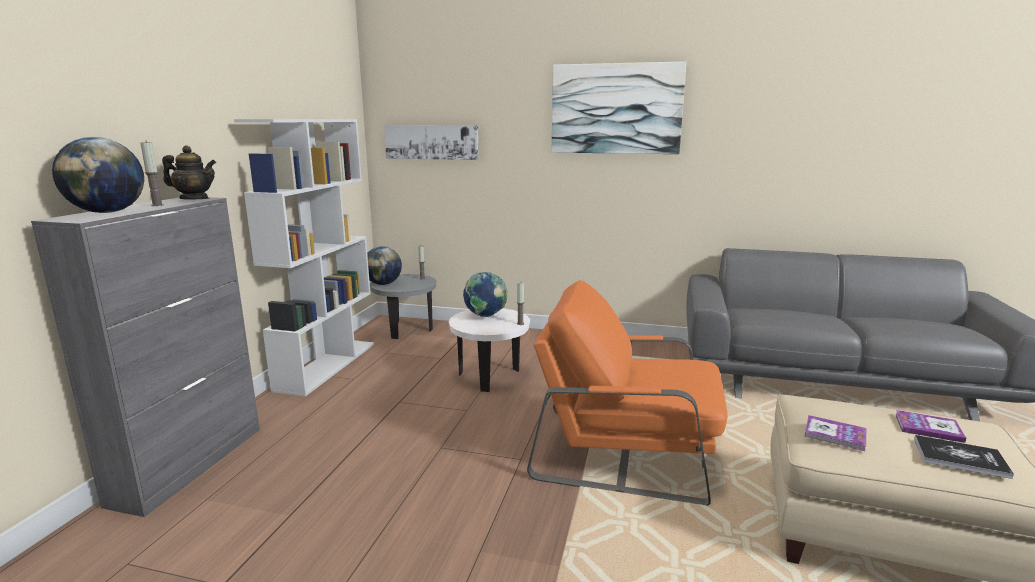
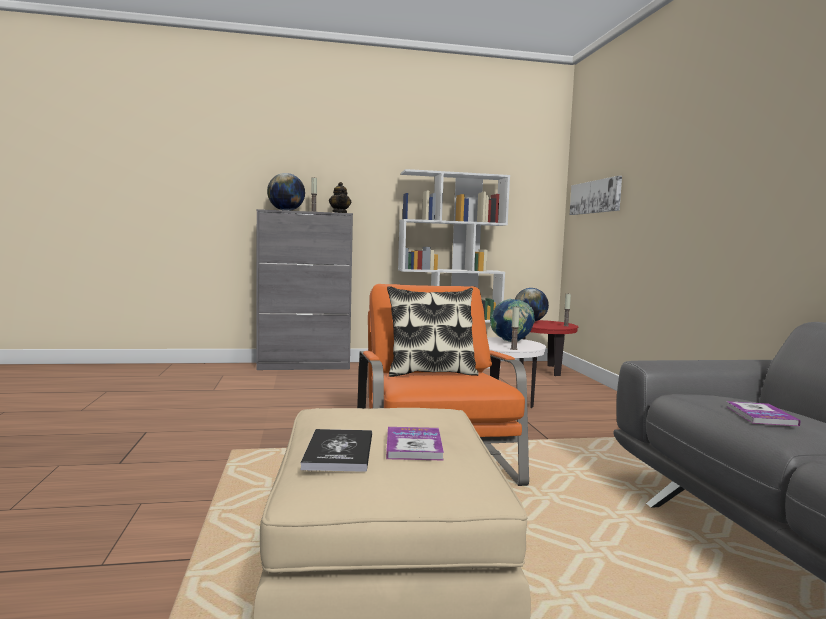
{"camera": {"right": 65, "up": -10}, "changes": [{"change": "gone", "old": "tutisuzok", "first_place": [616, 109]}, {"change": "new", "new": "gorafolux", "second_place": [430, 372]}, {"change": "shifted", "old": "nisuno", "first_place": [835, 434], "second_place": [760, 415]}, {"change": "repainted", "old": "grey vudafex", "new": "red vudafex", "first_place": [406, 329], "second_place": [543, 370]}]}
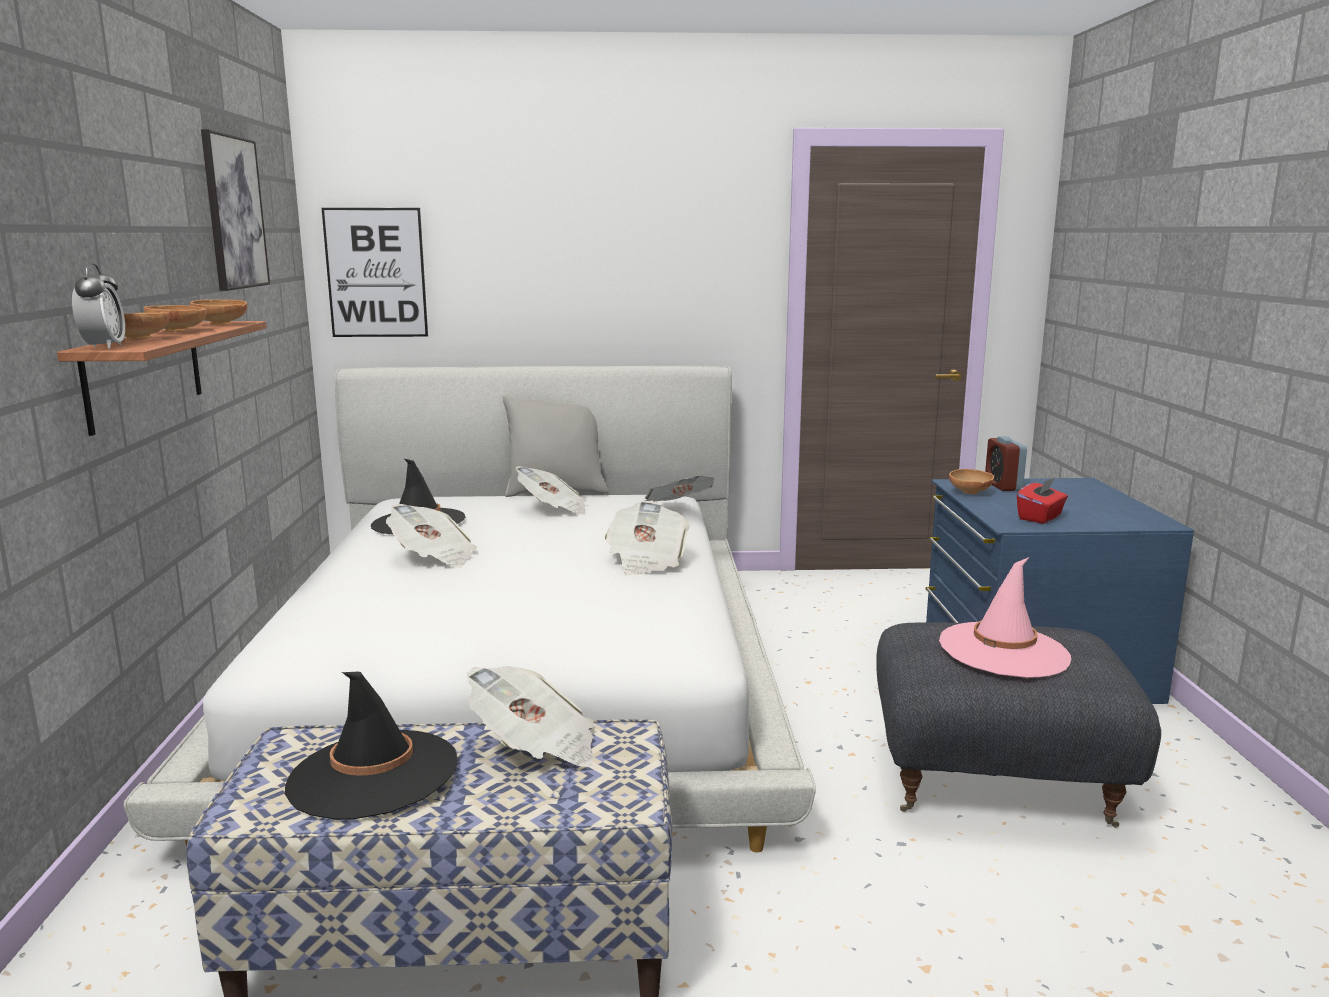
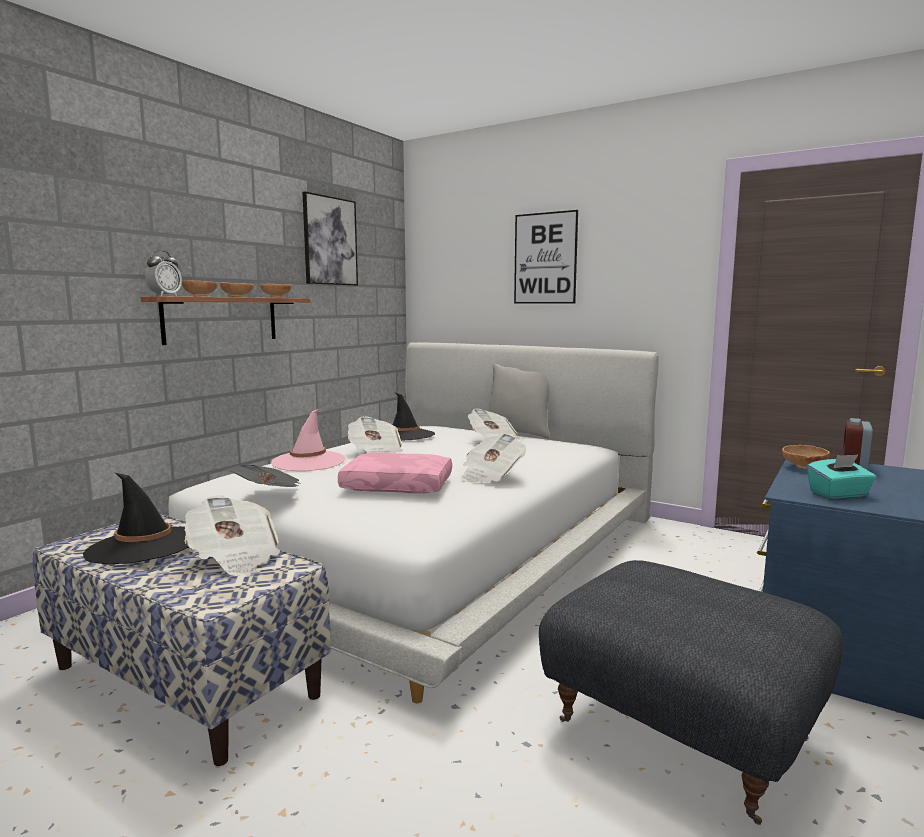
{"camera": {"right": 35, "up": -5}, "changes": [{"change": "new", "new": "pink gorafolux", "second_place": [398, 485]}, {"change": "shifted", "old": "tutisuzok", "first_place": [376, 273], "second_place": [545, 258]}, {"change": "shifted", "old": "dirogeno", "first_place": [678, 508], "second_place": [268, 496]}, {"change": "shifted", "old": "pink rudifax", "first_place": [1004, 651], "second_place": [308, 462]}, {"change": "repainted", "old": "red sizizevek", "new": "turquoise sizizevek", "first_place": [1040, 517], "second_place": [839, 494]}]}
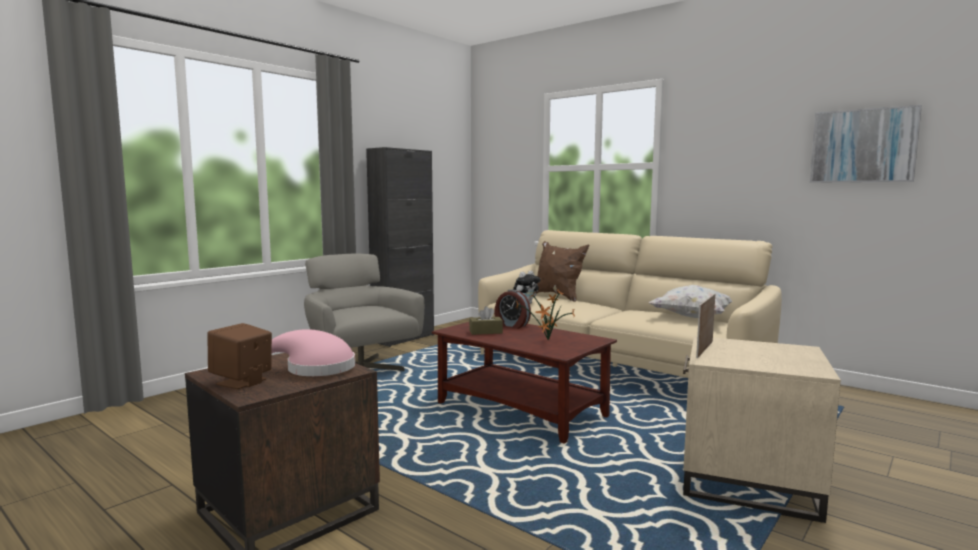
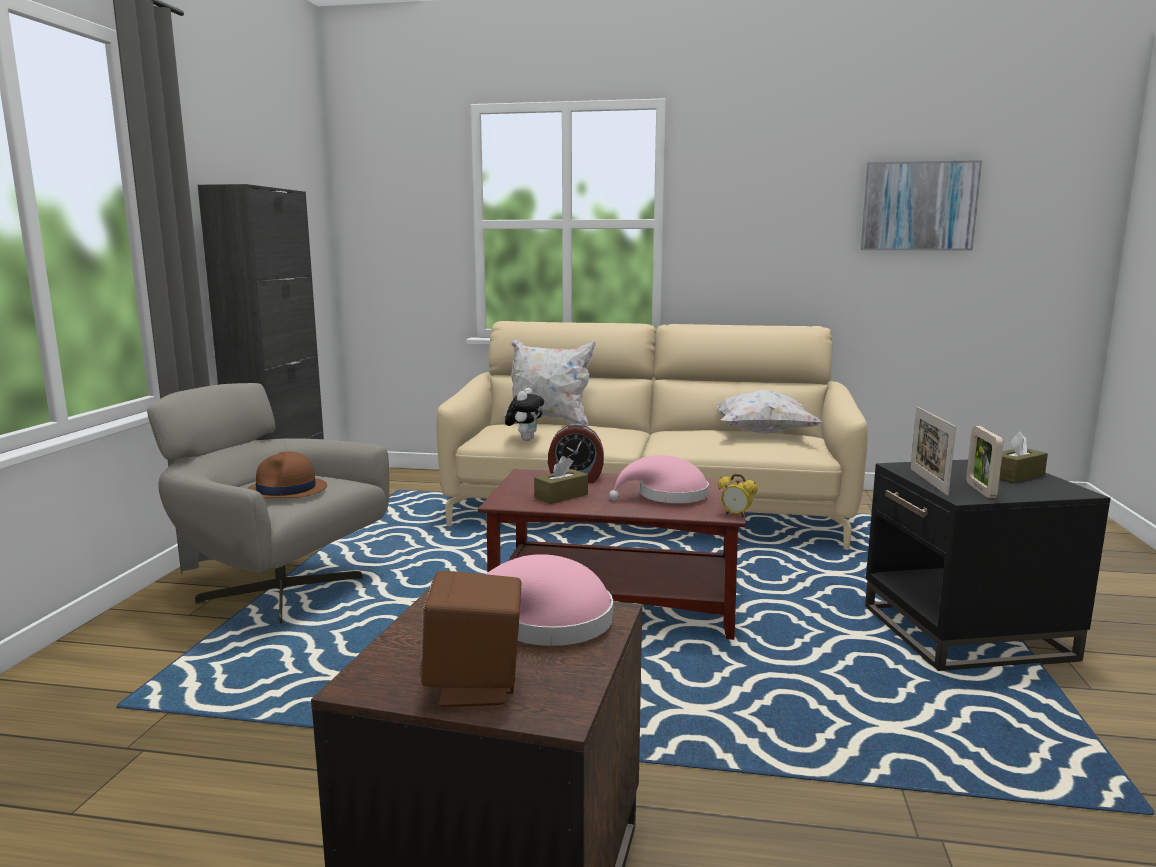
{"camera": {"right": -30, "up": 5}, "changes": [{"change": "new", "new": "brown rudifax", "second_place": [286, 490]}, {"change": "new", "new": "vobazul", "second_place": [736, 515]}, {"change": "new", "new": "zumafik", "second_place": [980, 490]}, {"change": "new", "new": "brown sizizevek", "second_place": [1016, 475]}, {"change": "swapped", "old": "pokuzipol", "new": "pink rudifax", "first_place": [547, 340], "second_place": [667, 496]}, {"change": "repainted", "old": "brown gorafolux", "new": "white gorafolux", "first_place": [558, 296], "second_place": [549, 421]}, {"change": "repainted", "old": "beige vudafex", "new": "black vudafex", "first_place": [748, 482], "second_place": [967, 633]}]}
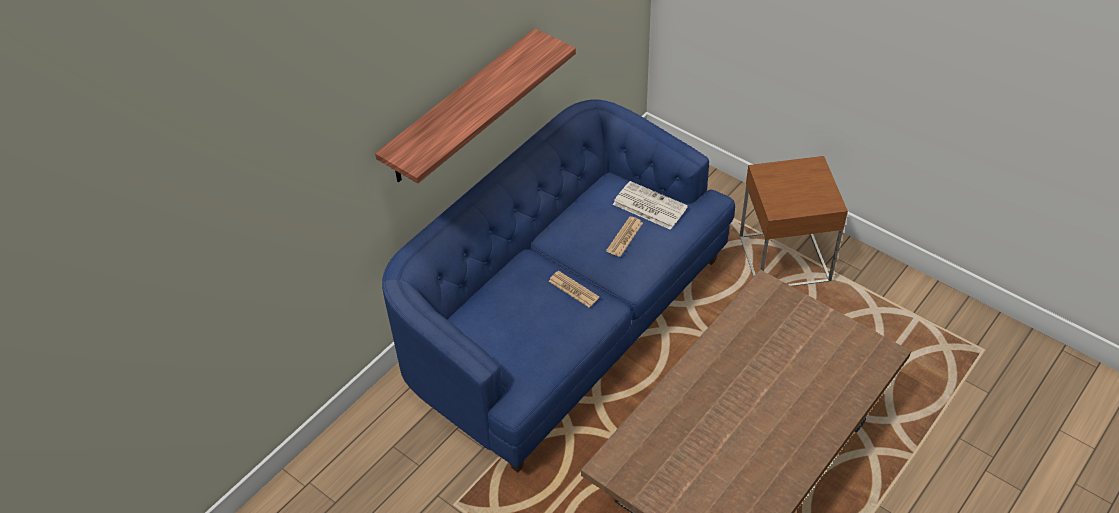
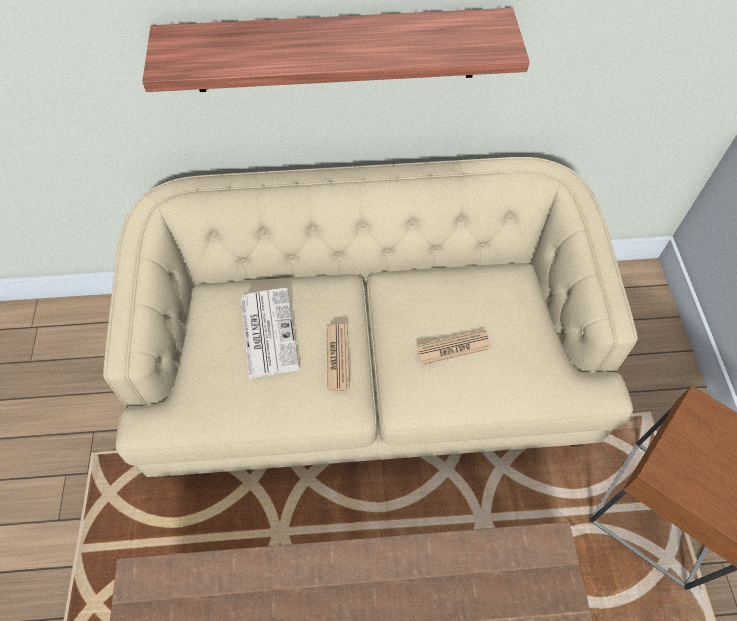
{"camera": {"right": 45, "up": 10}, "changes": [{"change": "shifted", "old": "dirogeno", "first_place": [648, 206], "second_place": [268, 332]}, {"change": "repainted", "old": "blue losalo", "new": "beige losalo", "first_place": [563, 322], "second_place": [368, 374]}]}
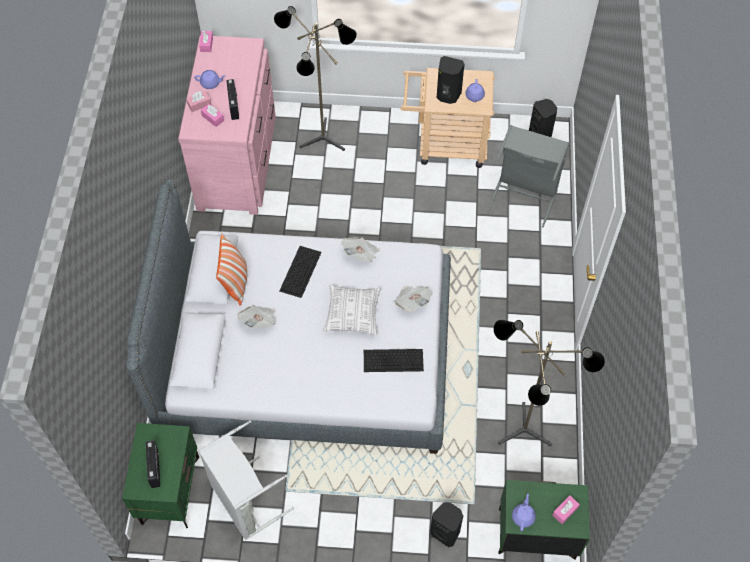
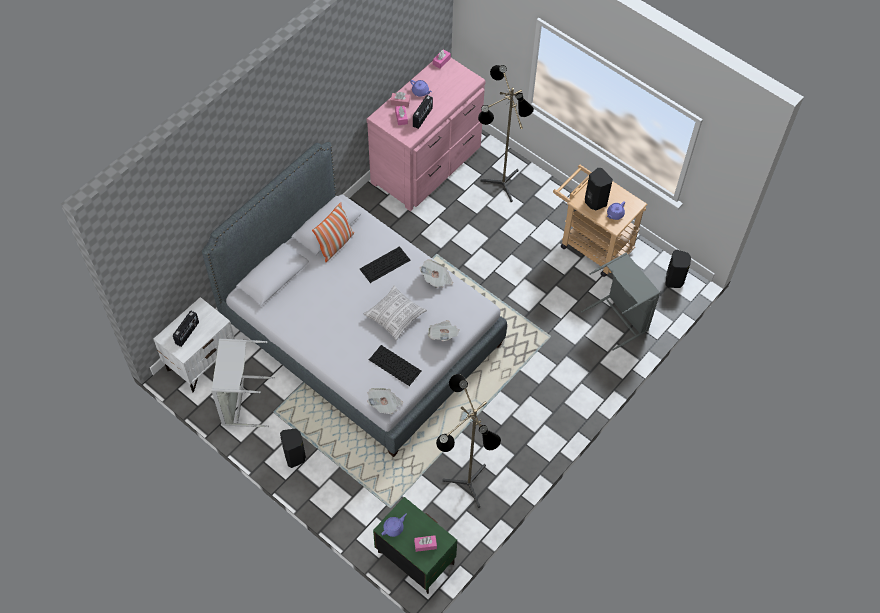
{"camera": {"right": 35, "up": 0}, "changes": [{"change": "shifted", "old": "dirogeno", "first_place": [259, 321], "second_place": [385, 404]}, {"change": "shifted", "old": "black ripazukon", "first_place": [446, 532], "second_place": [295, 456]}, {"change": "repainted", "old": "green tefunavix", "new": "white tefunavix", "first_place": [169, 490], "second_place": [201, 360]}]}
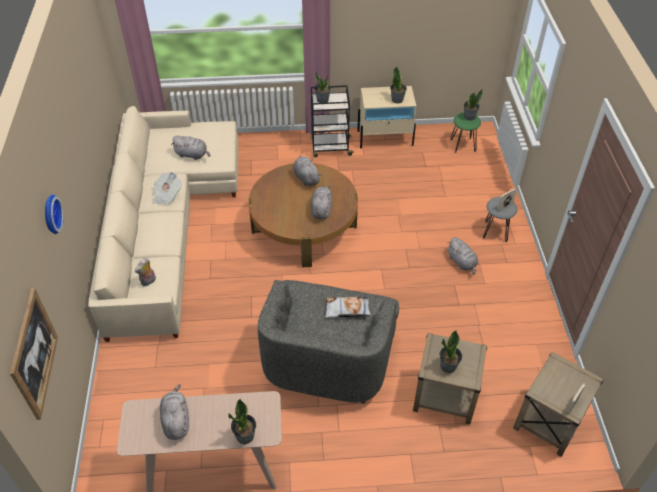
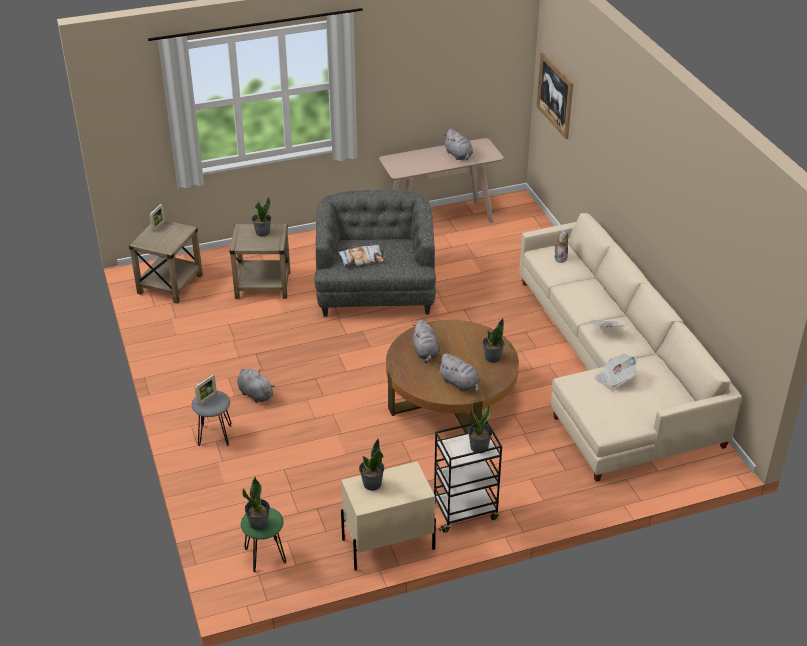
{"camera": {"right": 165, "up": -10}, "changes": [{"change": "gone", "old": "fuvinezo", "first_place": [50, 214]}, {"change": "shifted", "old": "pokuzipol", "first_place": [245, 436], "second_place": [492, 357]}, {"change": "swapped", "old": "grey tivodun", "new": "dirogeno", "first_place": [192, 155], "second_place": [614, 379]}]}
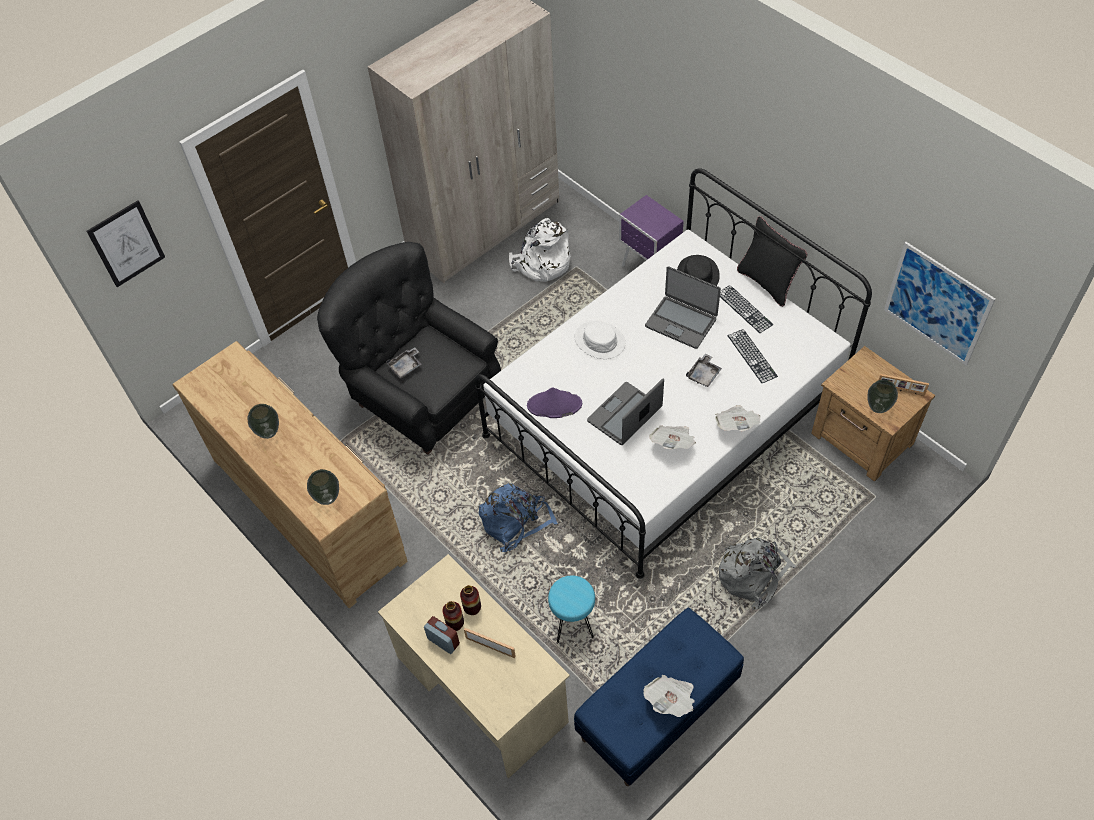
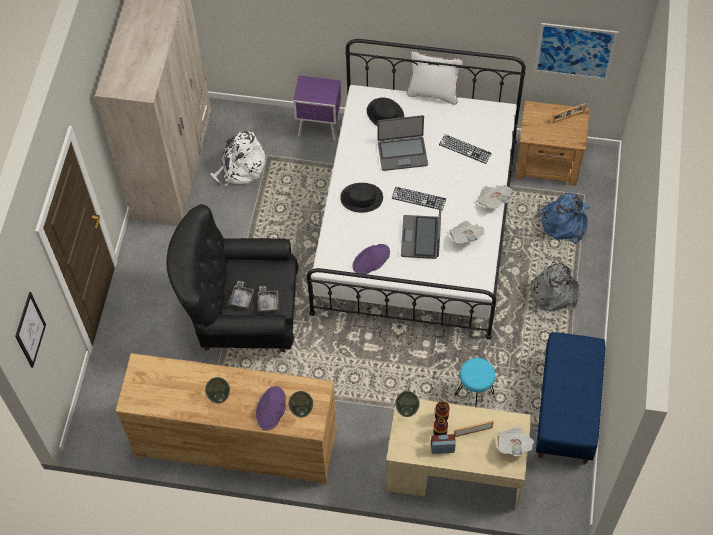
{"camera": {"right": -40, "up": 5}, "changes": [{"change": "new", "new": "purple rudifax", "second_place": [271, 408]}, {"change": "shifted", "old": "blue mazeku", "first_place": [515, 521], "second_place": [565, 222]}, {"change": "shifted", "old": "dirogeno", "first_place": [670, 700], "second_place": [514, 445]}, {"change": "shifted", "old": "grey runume", "first_place": [704, 374], "second_place": [268, 302]}, {"change": "shifted", "old": "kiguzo", "first_place": [744, 309], "second_place": [419, 198]}, {"change": "shifted", "old": "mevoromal", "first_place": [877, 408], "second_place": [406, 411]}, {"change": "repainted", "old": "white rudifax", "new": "black rudifax", "first_place": [600, 340], "second_place": [361, 198]}, {"change": "repainted", "old": "black gorafolux", "new": "white gorafolux", "first_place": [767, 283], "second_place": [433, 93]}]}
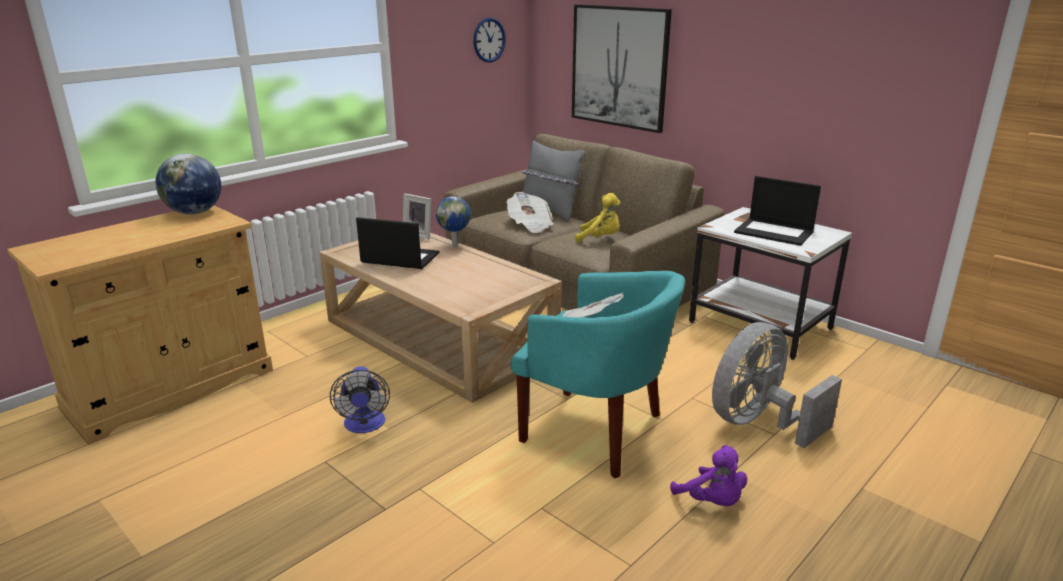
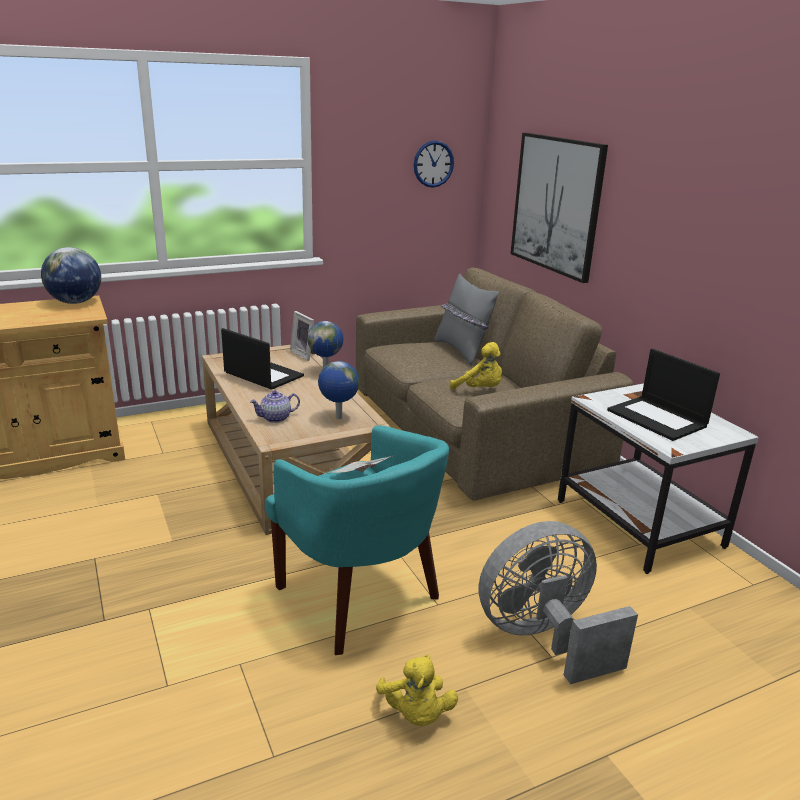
{"camera": {"right": 20, "up": 0}, "changes": [{"change": "gone", "old": "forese", "first_place": [364, 425]}, {"change": "gone", "old": "dirogeno", "first_place": [530, 225]}, {"change": "new", "new": "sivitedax", "second_place": [276, 418]}, {"change": "new", "new": "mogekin", "second_place": [338, 418]}, {"change": "repainted", "old": "purple tivodun", "new": "yellow tivodun", "first_place": [712, 501], "second_place": [416, 714]}]}
